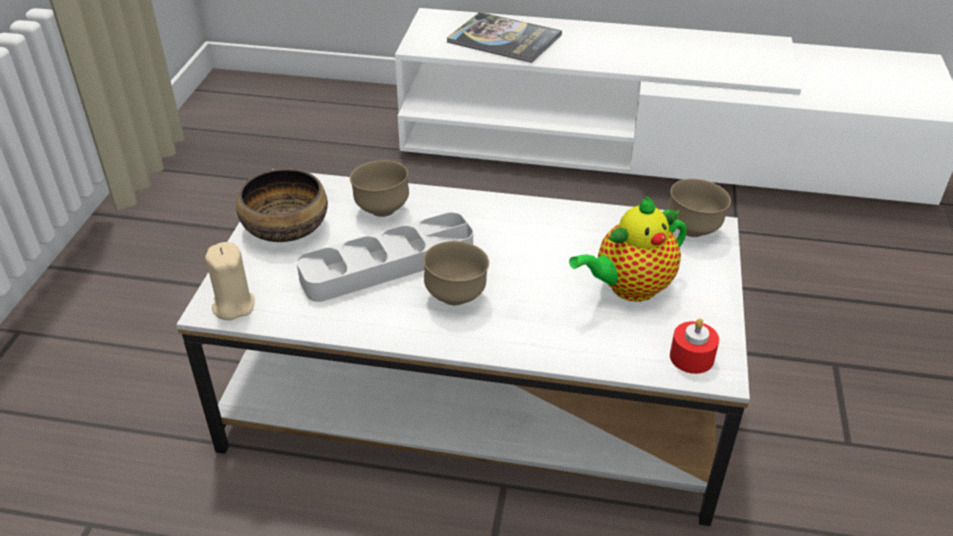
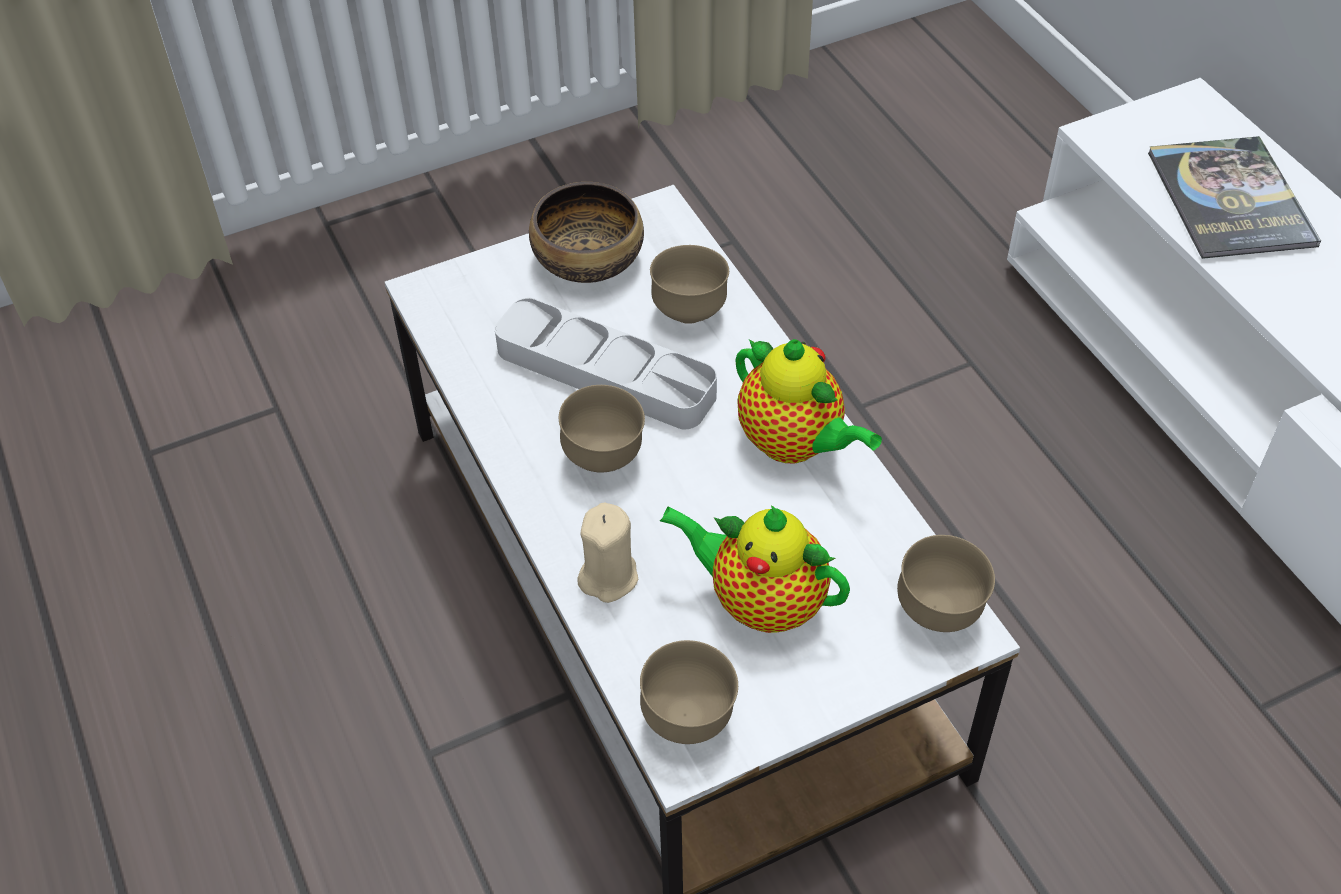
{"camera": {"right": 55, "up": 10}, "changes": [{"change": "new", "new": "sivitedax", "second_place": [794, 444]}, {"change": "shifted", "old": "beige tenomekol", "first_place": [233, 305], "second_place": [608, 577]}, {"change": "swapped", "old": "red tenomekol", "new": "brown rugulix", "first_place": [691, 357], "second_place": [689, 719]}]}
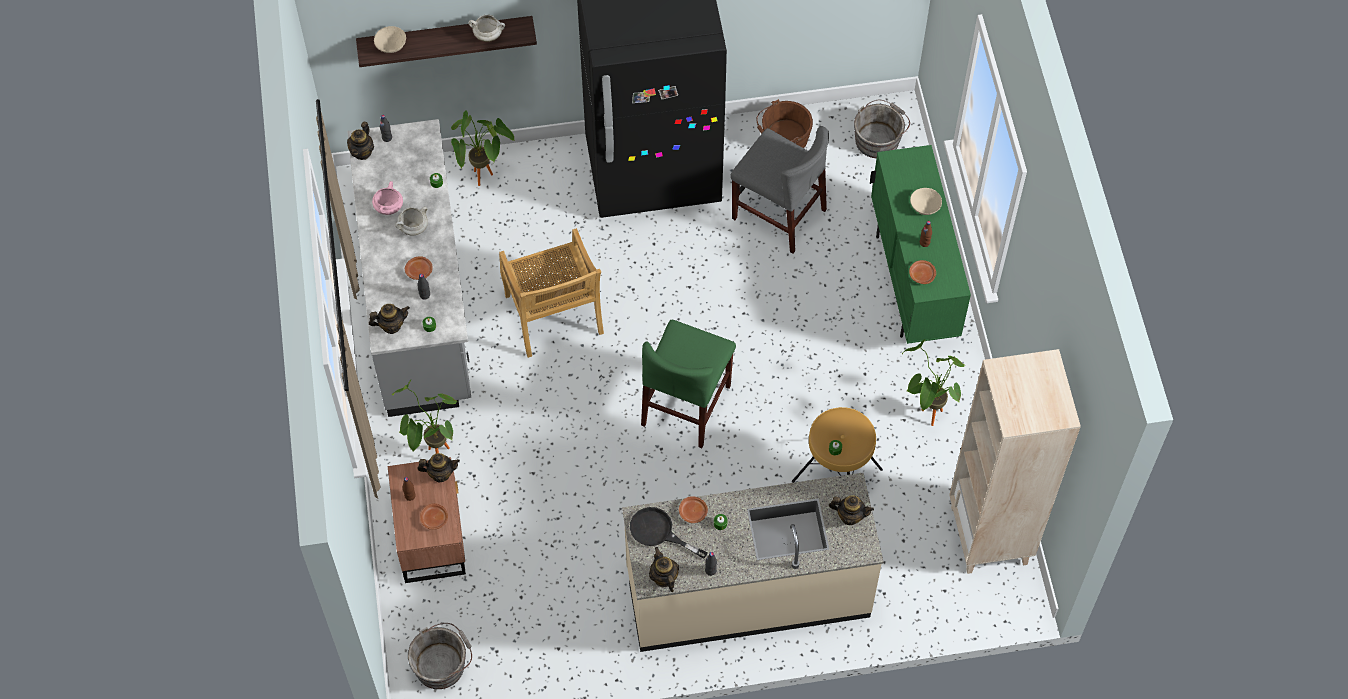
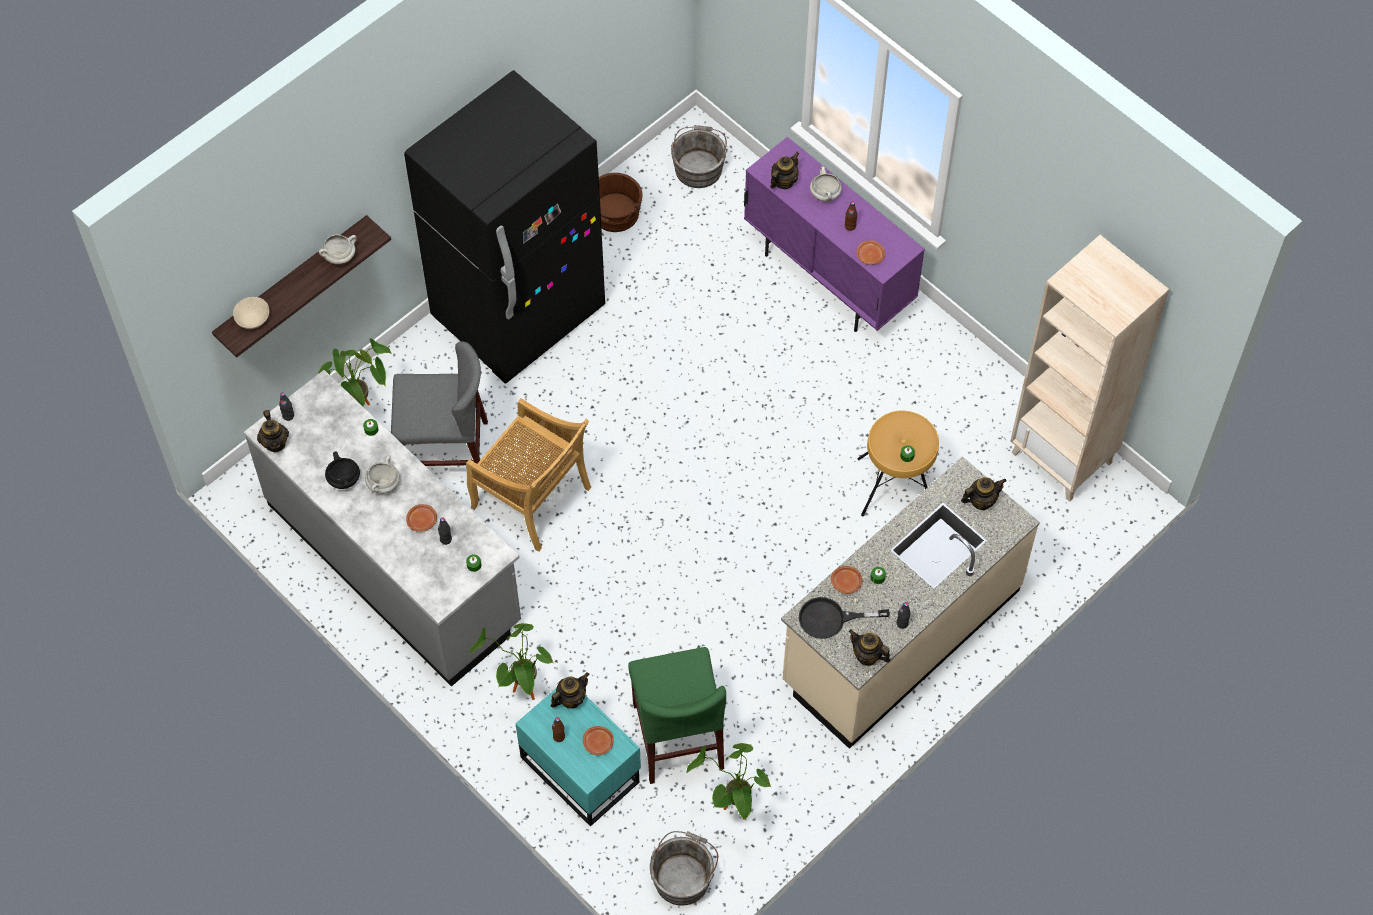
{"camera": {"right": -35, "up": 0}, "changes": [{"change": "shifted", "old": "sivitedax", "first_place": [391, 325], "second_place": [783, 181]}, {"change": "shifted", "old": "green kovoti", "first_place": [686, 405], "second_place": [677, 736]}, {"change": "shifted", "old": "grey kovoti", "first_place": [778, 214], "second_place": [445, 452]}, {"change": "shifted", "old": "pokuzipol", "first_place": [926, 416], "second_place": [733, 813]}, {"change": "swapped", "old": "beige rugulix", "new": "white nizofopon", "first_place": [925, 207], "second_place": [825, 195]}, {"change": "repainted", "old": "pink nizofopon", "new": "black nizofopon", "first_place": [389, 208], "second_place": [344, 480]}, {"change": "repainted", "old": "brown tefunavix", "new": "turquoise tefunavix", "first_place": [432, 535], "second_place": [580, 767]}, {"change": "repainted", "old": "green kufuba", "new": "purple kufuba", "first_place": [912, 283], "second_place": [828, 278]}]}
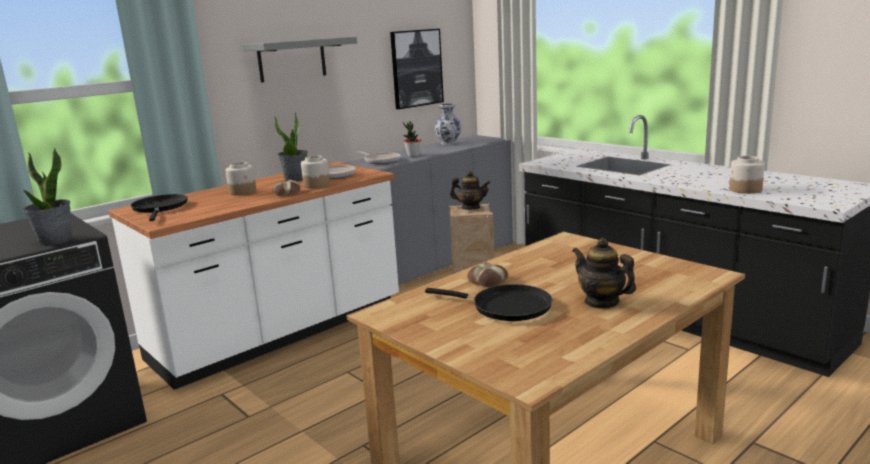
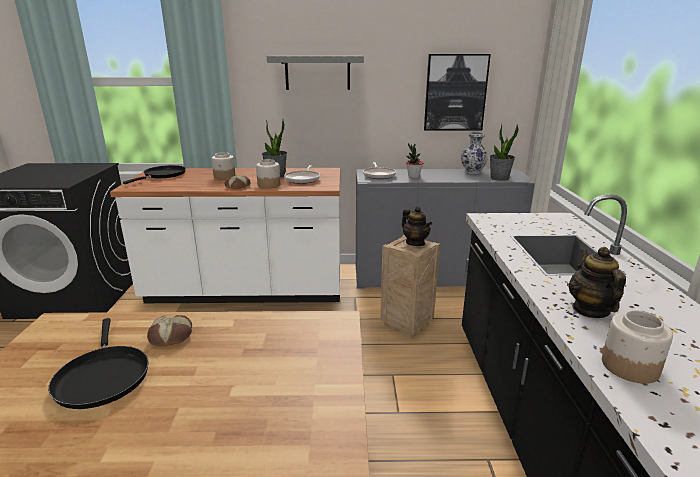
{"camera": {"right": 40, "up": 5}, "changes": [{"change": "shifted", "old": "pokuzipol", "first_place": [55, 241], "second_place": [499, 178]}, {"change": "shifted", "old": "sivitedax", "first_place": [601, 302], "second_place": [590, 310]}]}
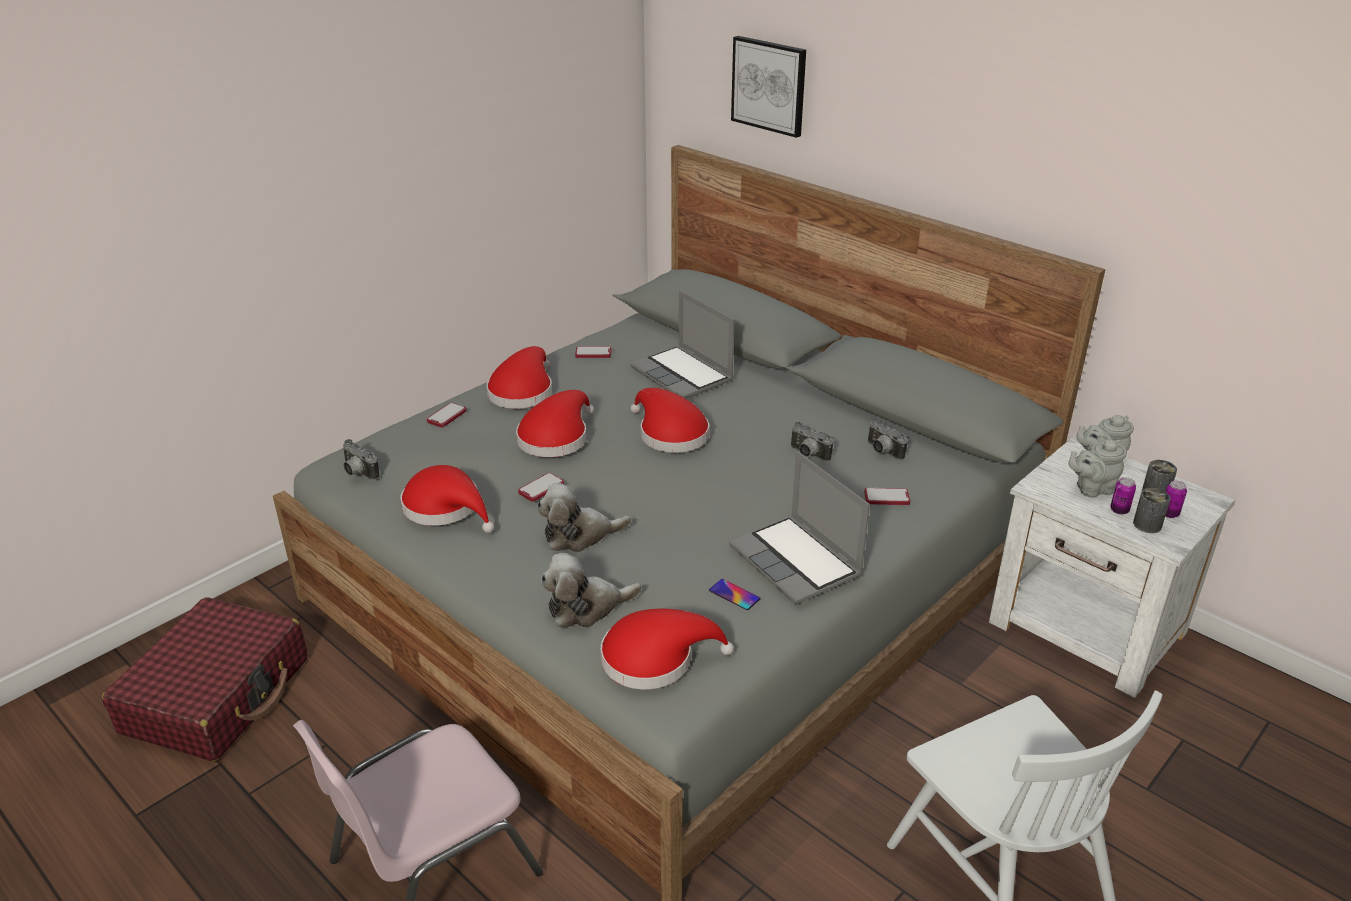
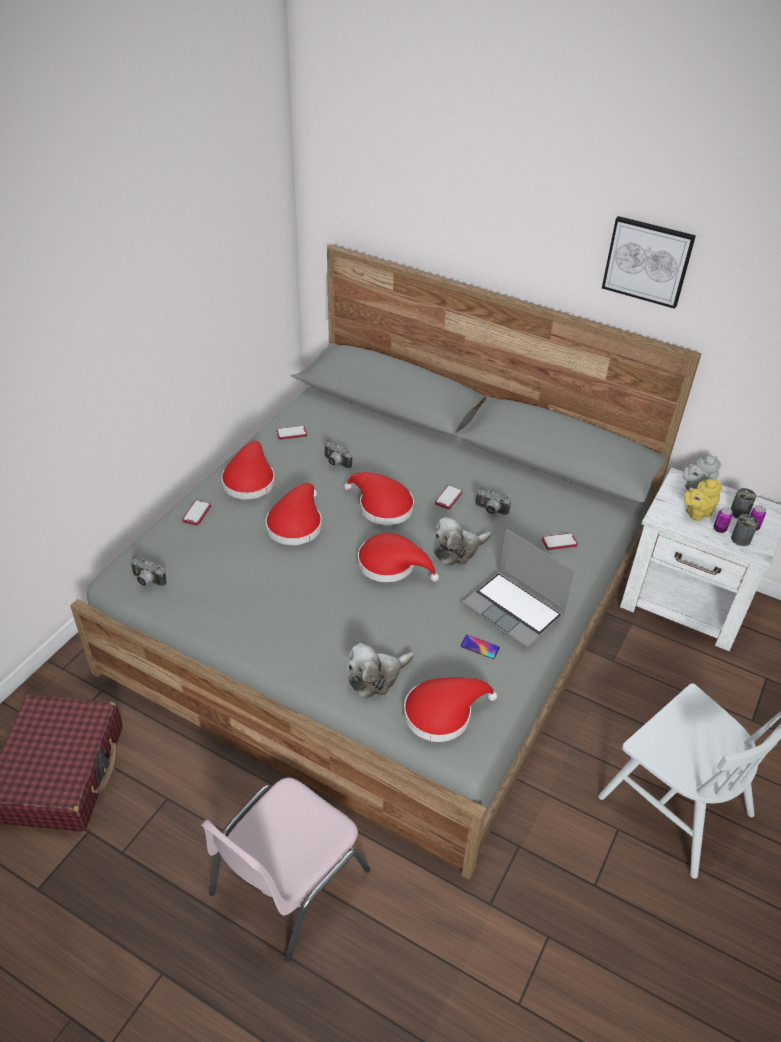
{"camera": {"right": -15, "up": 10}, "changes": [{"change": "gone", "old": "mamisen", "first_place": [683, 375]}, {"change": "shifted", "old": "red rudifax", "first_place": [446, 508], "second_place": [391, 565]}, {"change": "shifted", "old": "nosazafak", "first_place": [541, 488], "second_place": [448, 498]}, {"change": "shifted", "old": "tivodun", "first_place": [579, 535], "second_place": [458, 550]}, {"change": "shifted", "old": "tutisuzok", "first_place": [769, 85], "second_place": [647, 261]}, {"change": "shifted", "old": "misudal", "first_place": [882, 452], "second_place": [335, 463]}, {"change": "repainted", "old": "grey sivitedax", "new": "yellow sivitedax", "first_place": [1091, 489], "second_place": [696, 513]}]}
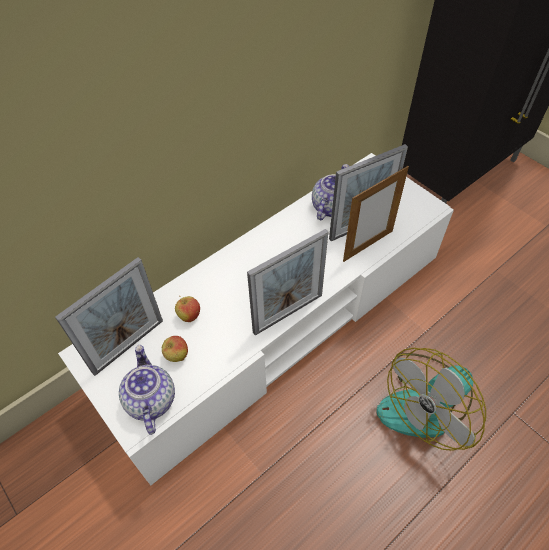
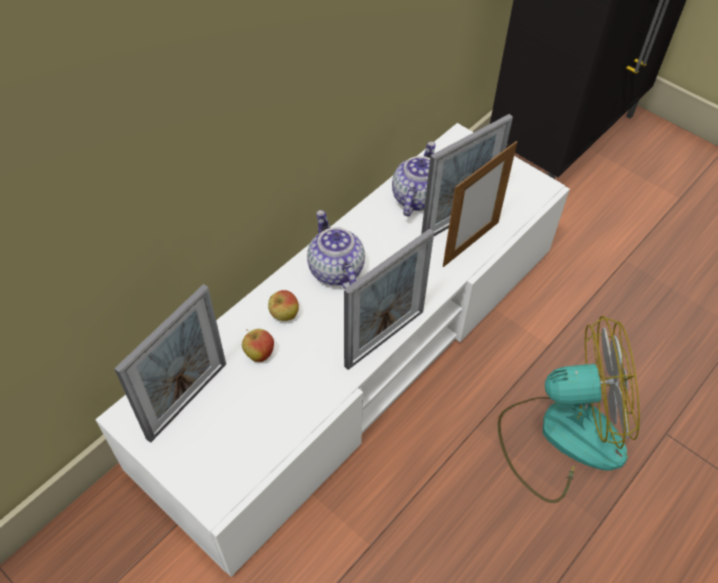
{"camera": {"right": -10, "up": 0}, "changes": [{"change": "shifted", "old": "sivitedax", "first_place": [150, 400], "second_place": [335, 270]}, {"change": "shifted", "old": "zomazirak", "first_place": [177, 356], "second_place": [284, 315]}, {"change": "rotated", "old": "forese", "first_place": [426, 404], "second_place": [561, 435], "degrees": -135}]}
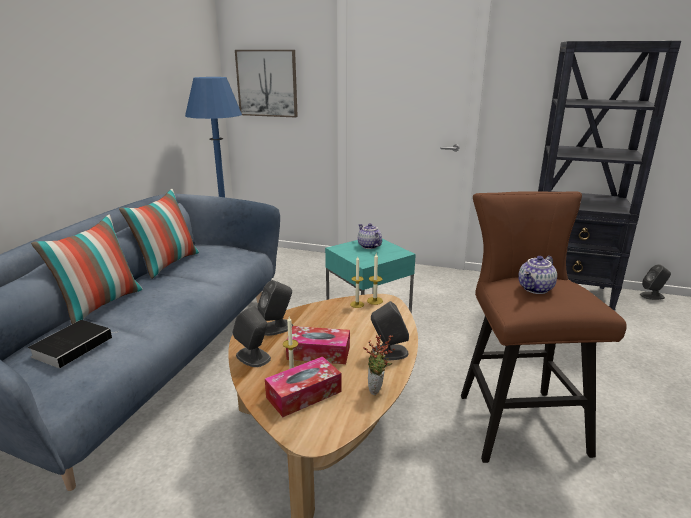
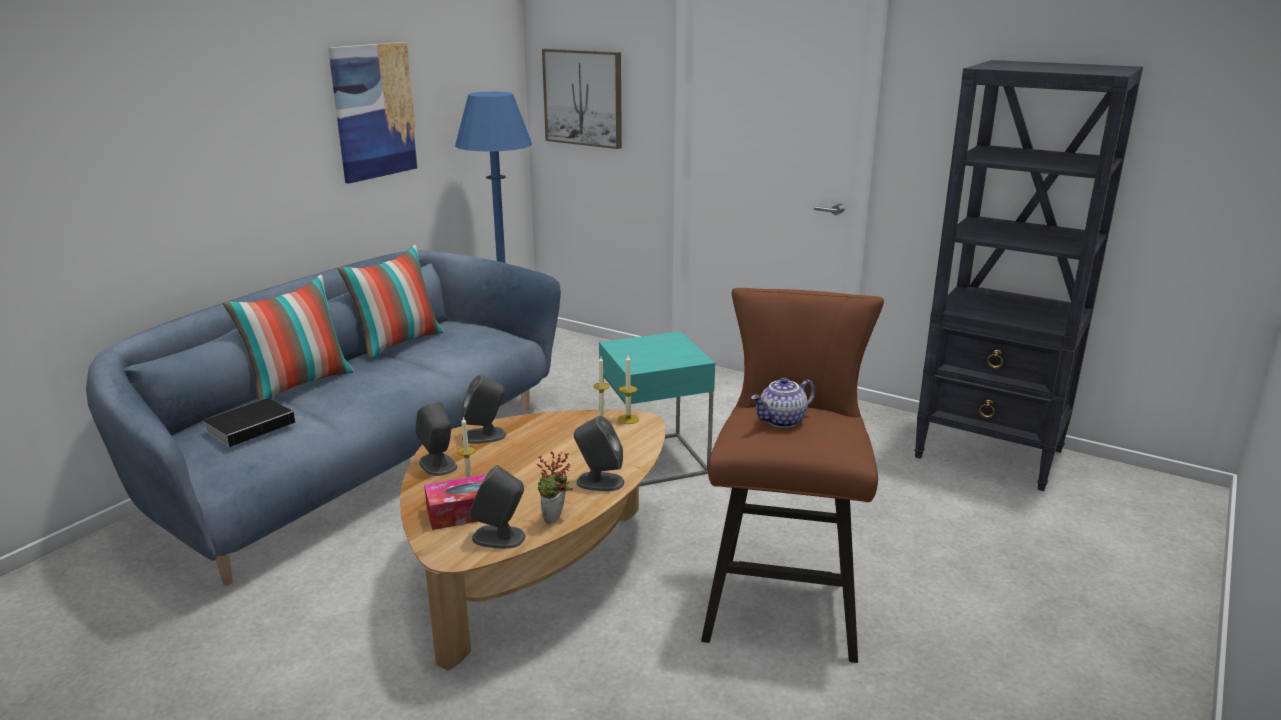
{"camera": {"right": 15, "up": 0}, "changes": [{"change": "gone", "old": "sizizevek", "first_place": [318, 353]}, {"change": "gone", "old": "sivitedax", "first_place": [368, 246]}, {"change": "new", "new": "tutisuzok", "second_place": [374, 111]}, {"change": "shifted", "old": "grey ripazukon", "first_place": [652, 296], "second_place": [499, 537]}]}
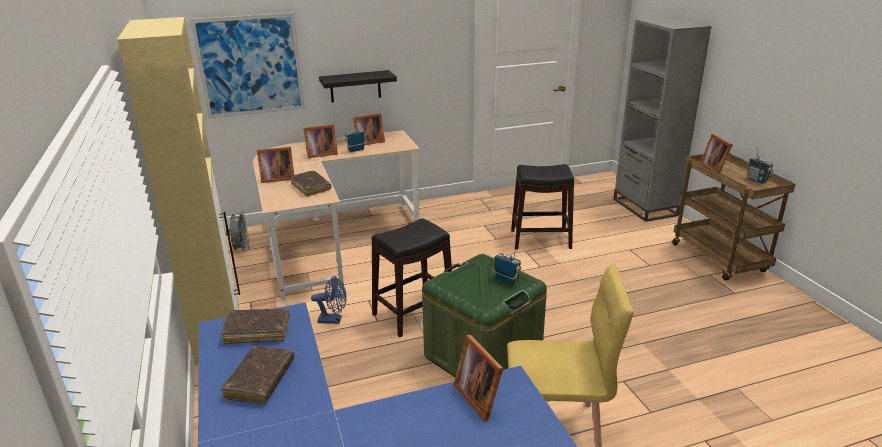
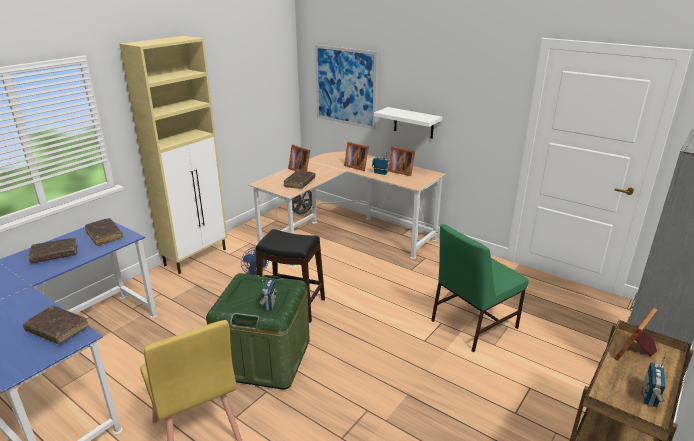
{"camera": {"right": 55, "up": 0}, "changes": [{"change": "swapped", "old": "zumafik", "new": "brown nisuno", "first_place": [479, 396], "second_place": [57, 330]}, {"change": "swapped", "old": "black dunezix", "new": "green kovoti", "first_place": [541, 239], "second_place": [472, 324]}, {"change": "repainted", "old": "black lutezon", "new": "white lutezon", "first_place": [355, 86], "second_place": [413, 123]}]}
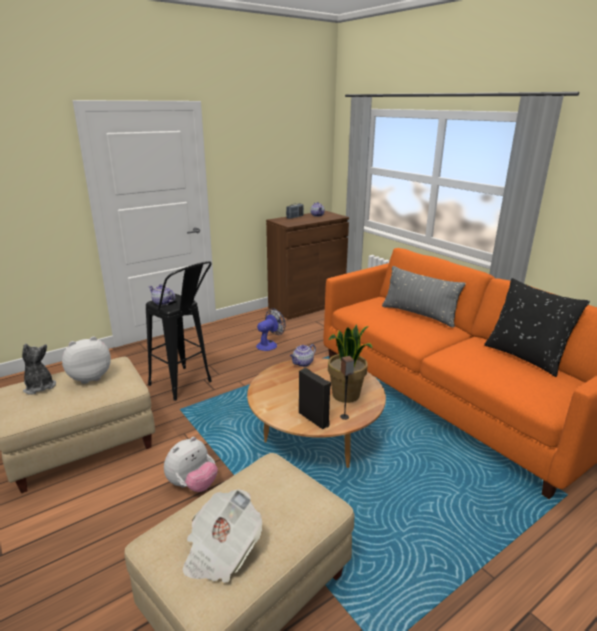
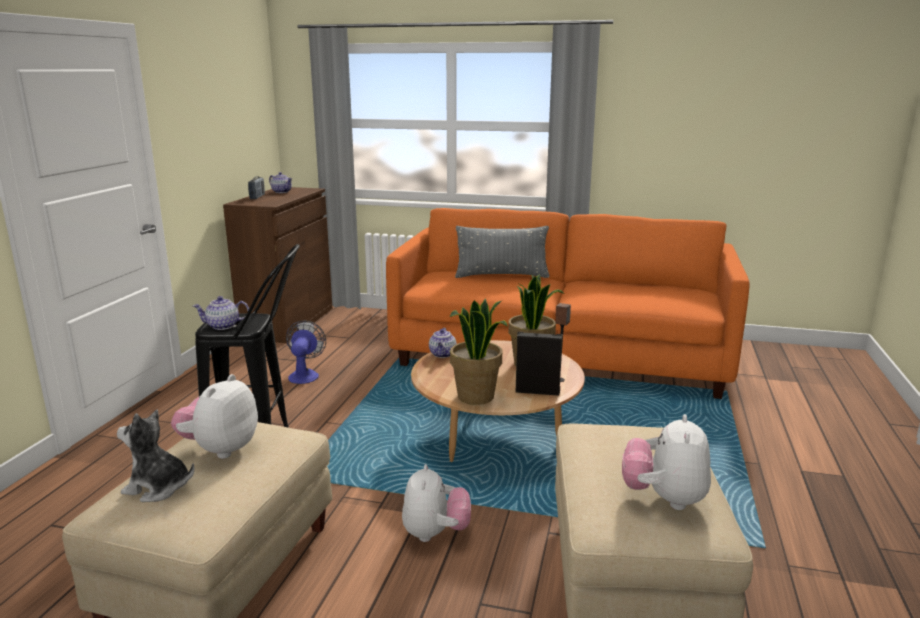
{"camera": {"right": -40, "up": -5}, "changes": [{"change": "gone", "old": "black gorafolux", "first_place": [525, 357]}, {"change": "new", "new": "pokuzipol", "second_place": [476, 397]}, {"change": "swapped", "old": "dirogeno", "new": "tivodun", "first_place": [221, 551], "second_place": [664, 499]}]}
